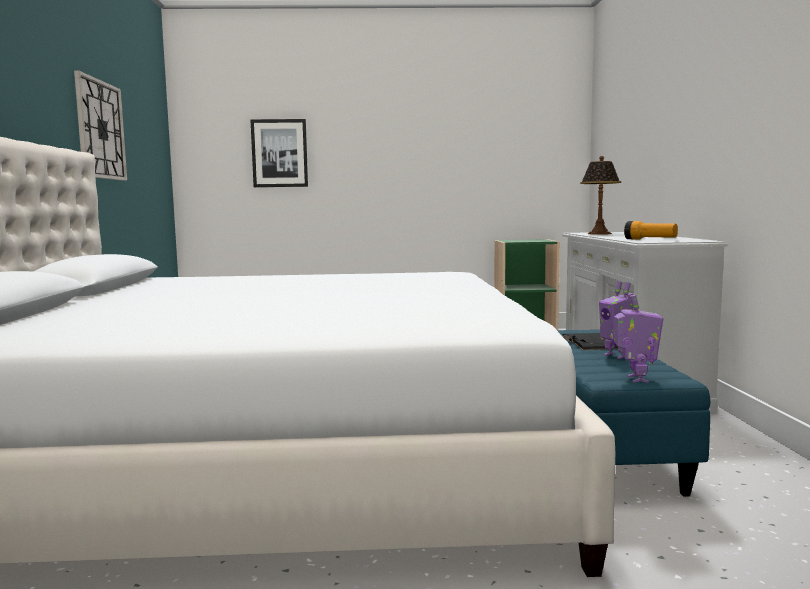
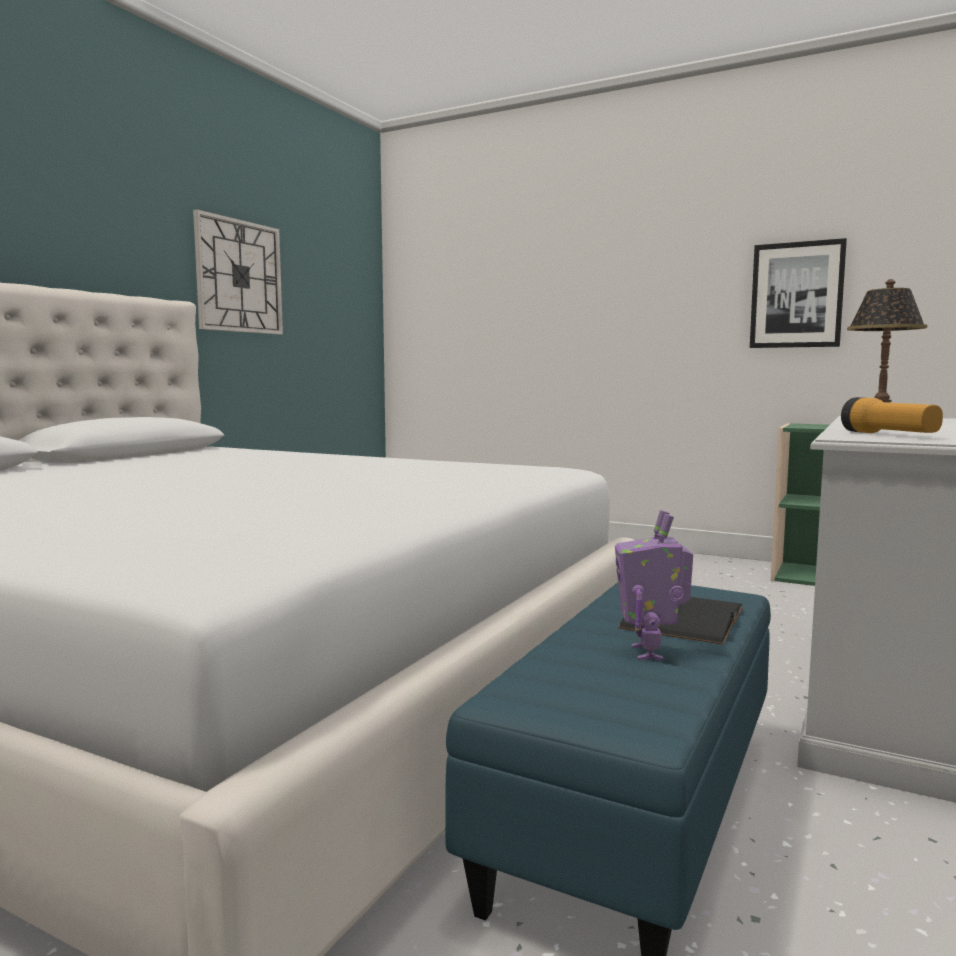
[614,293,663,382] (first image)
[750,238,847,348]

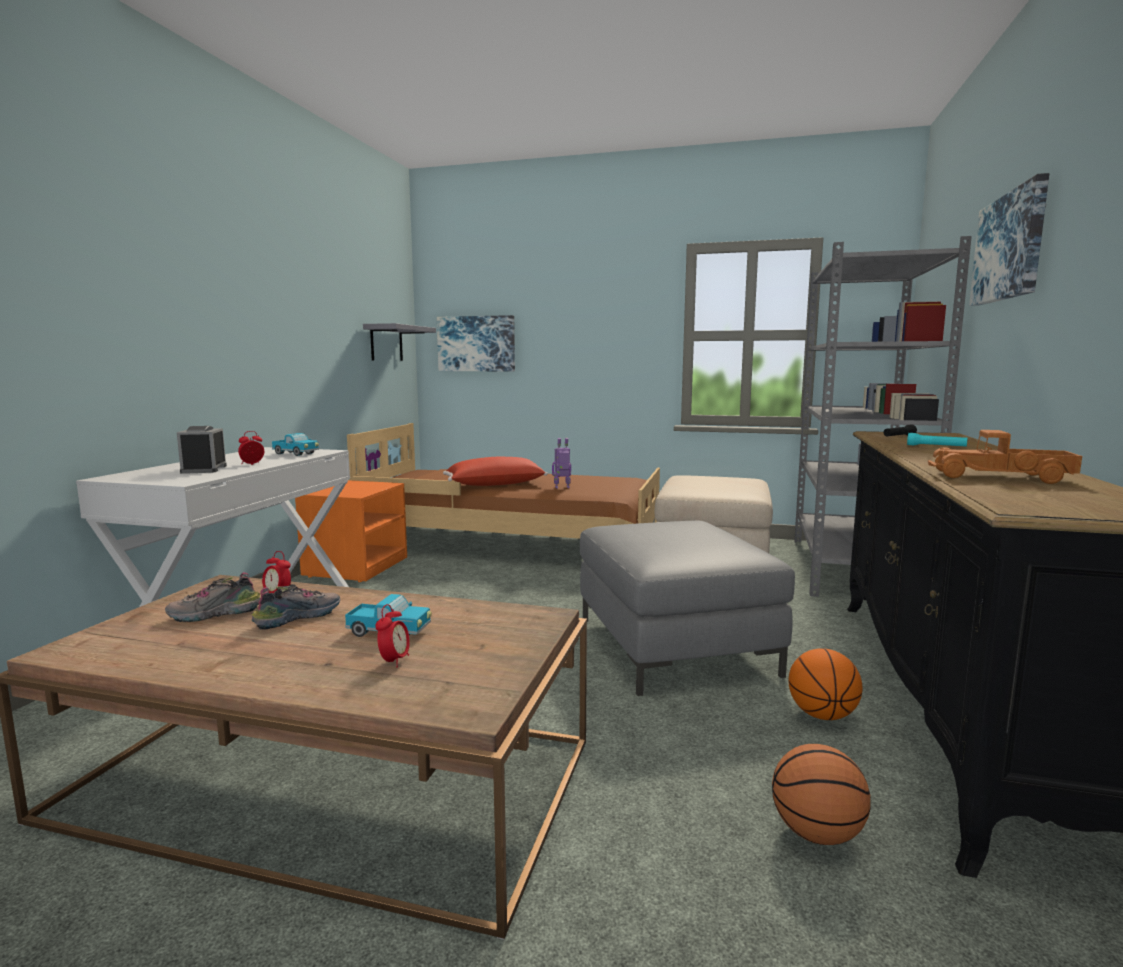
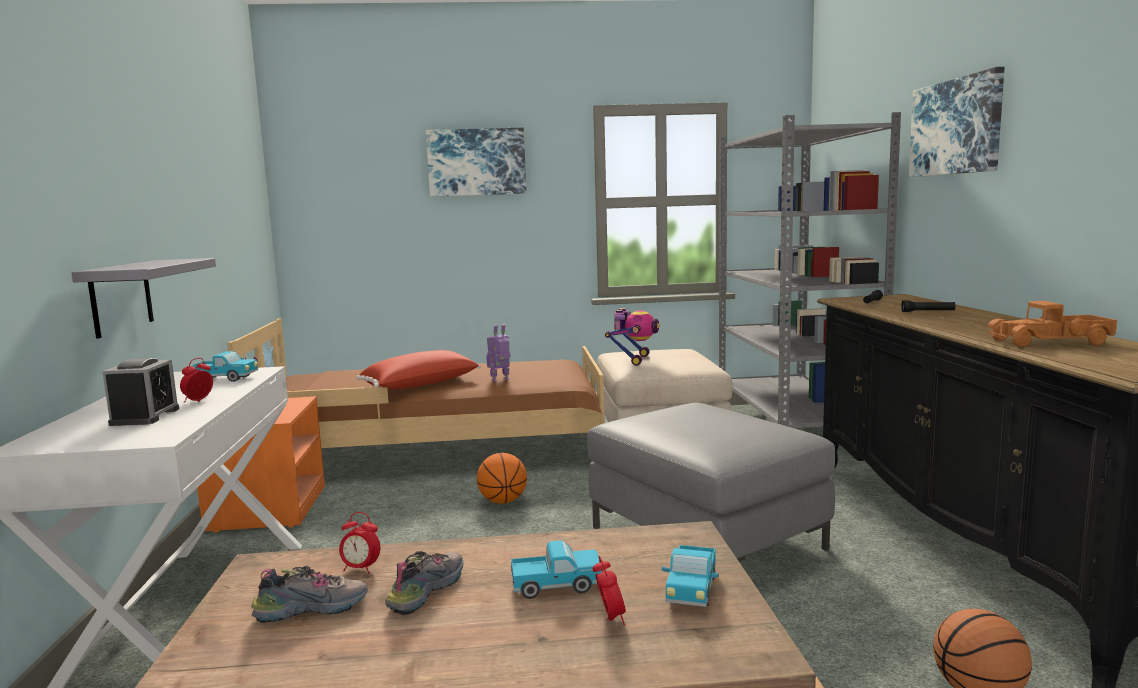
[605,308,660,366]
[662,545,719,607]
[72,258,216,339]
[426,128,526,197]
[477,453,527,504]
[901,300,955,312]
[251,566,368,623]
[102,358,179,426]

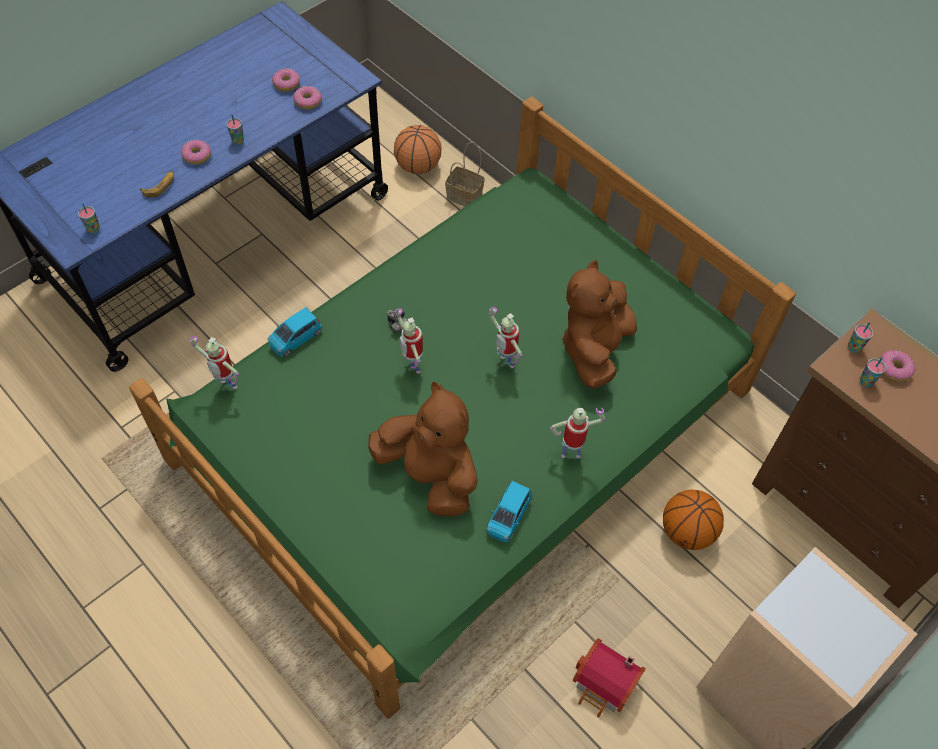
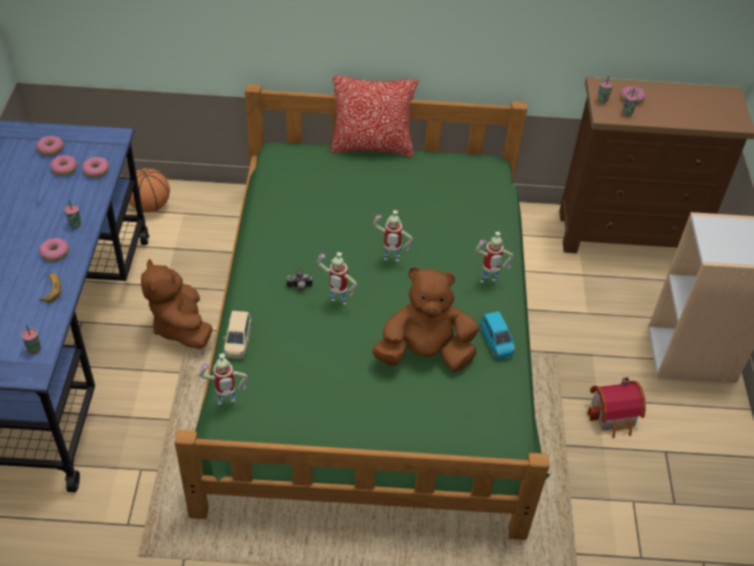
[445,142,485,207] (first image)
[663,490,724,550] (first image)
[36,136,63,156]
[331,76,418,157]
[141,259,212,349]
[223,311,252,359]
[475,232,514,283]

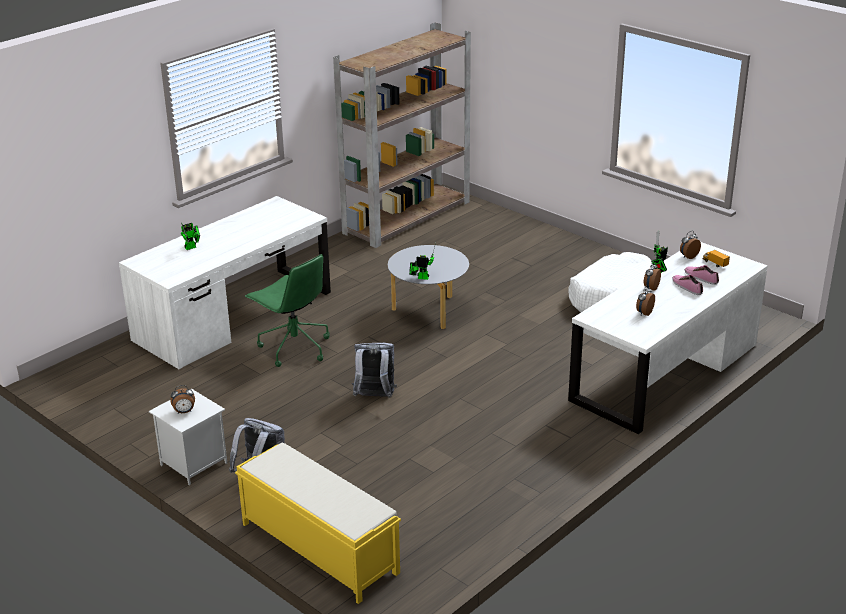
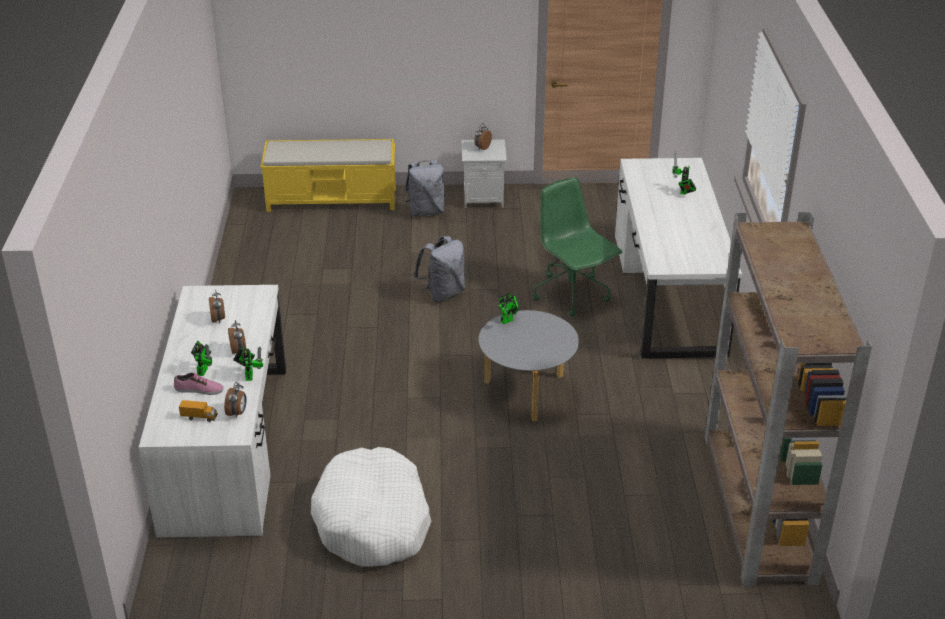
[191,341,212,376]
[533,178,622,316]

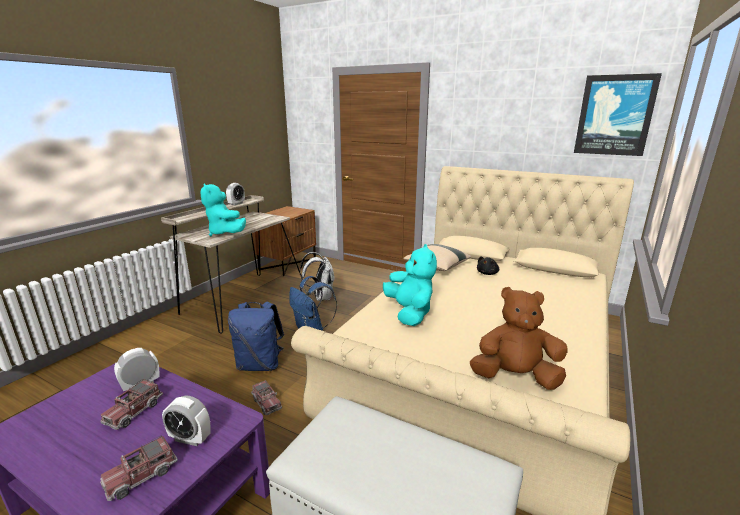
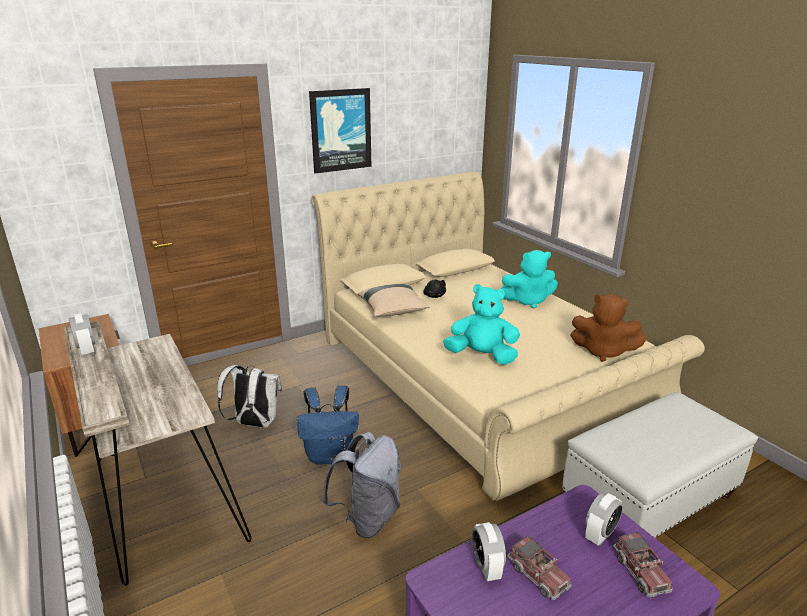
[251,380,282,415] (first image)
[501,250,558,308]
[309,88,372,174]
[322,432,401,538]
[570,294,647,362]

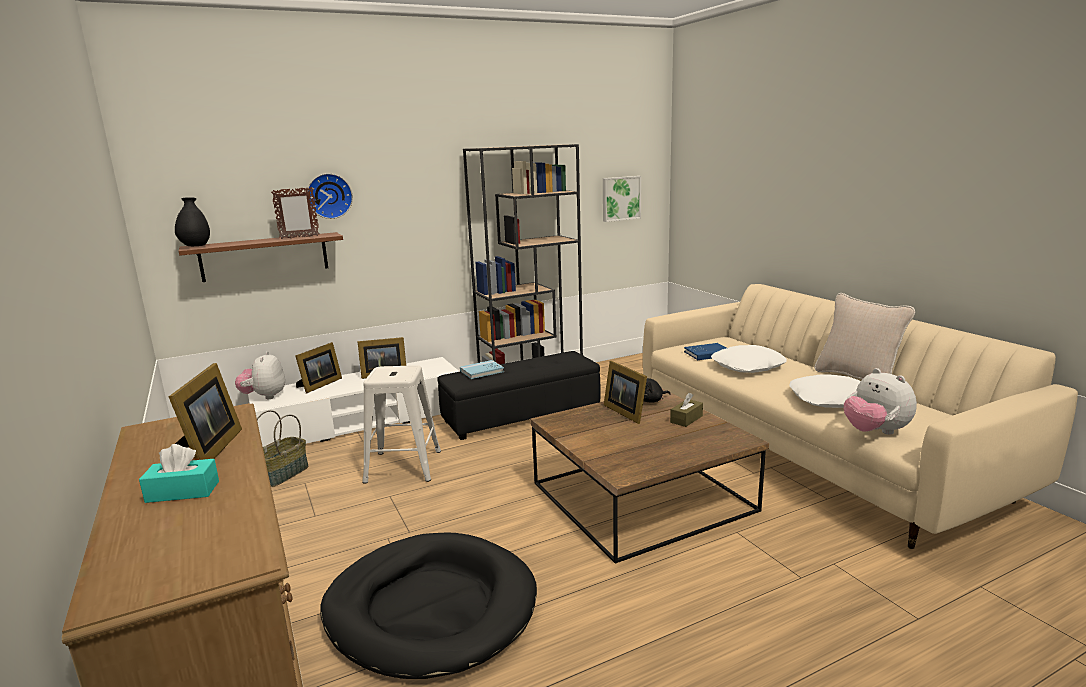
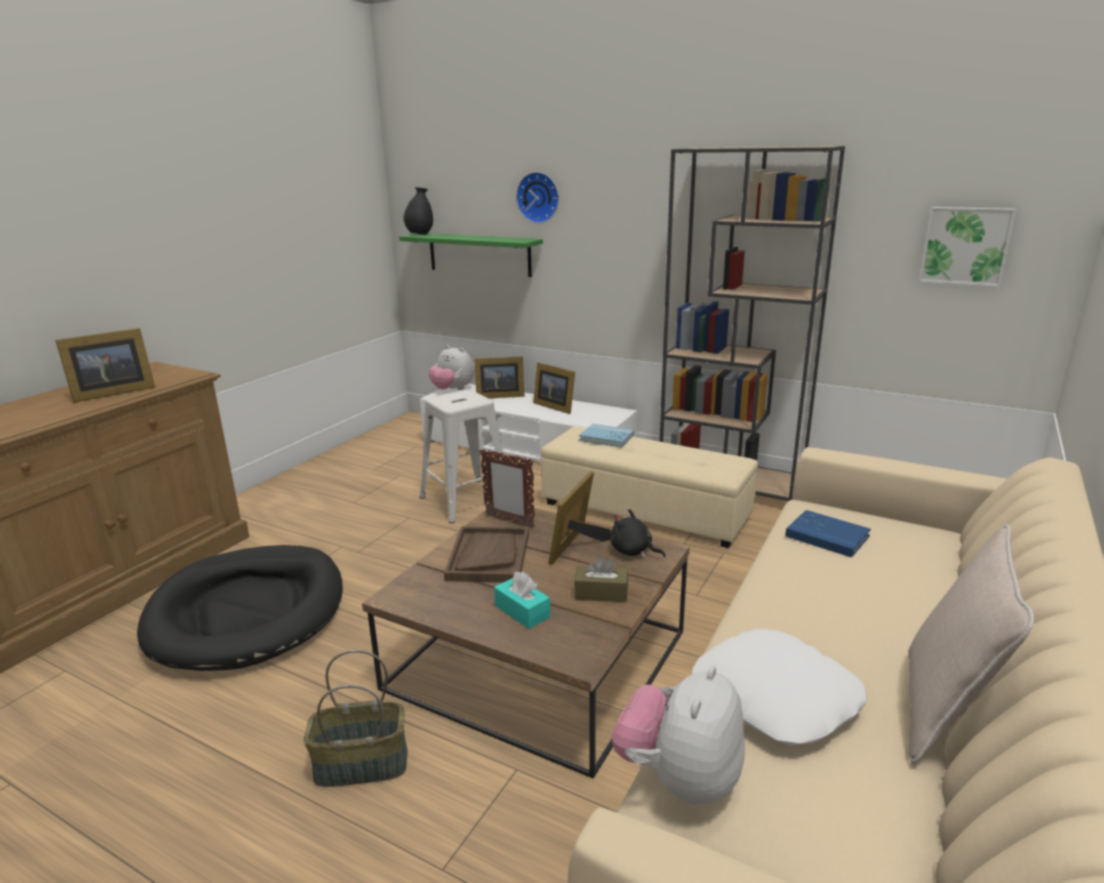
[711,345,787,373] (first image)
[444,526,529,582]
[494,572,550,629]
[304,650,407,787]
[480,449,535,529]
[399,233,543,277]
[541,426,758,548]
[429,345,474,390]

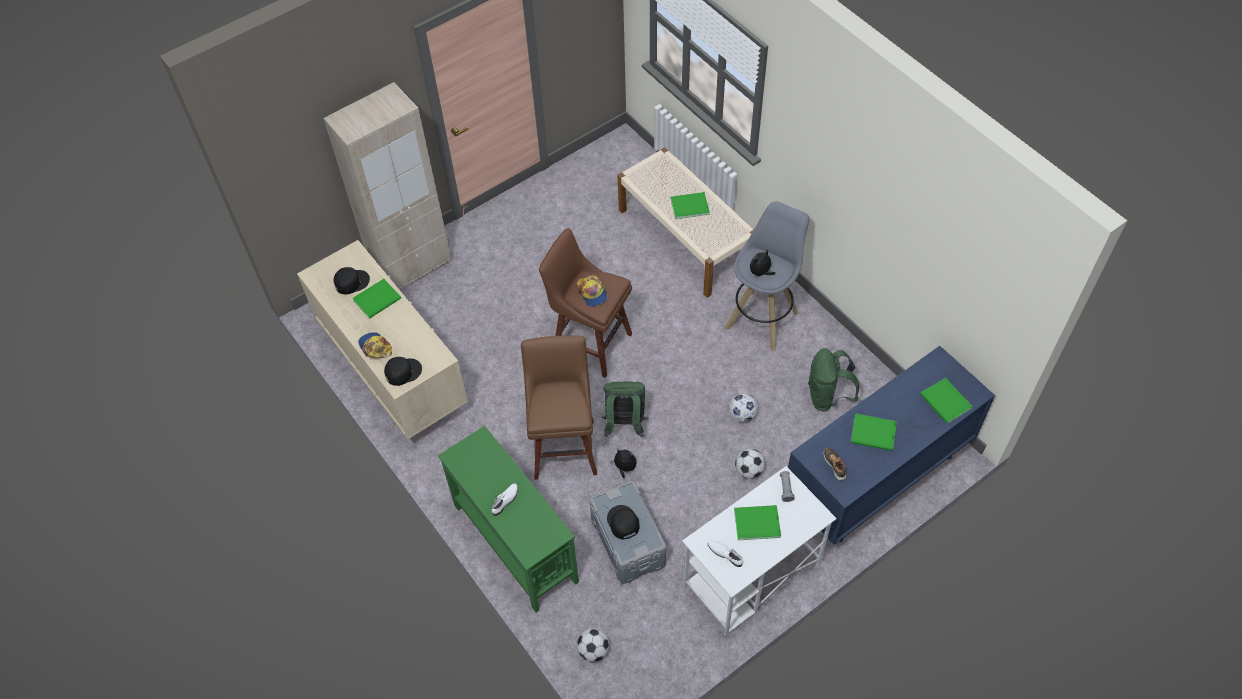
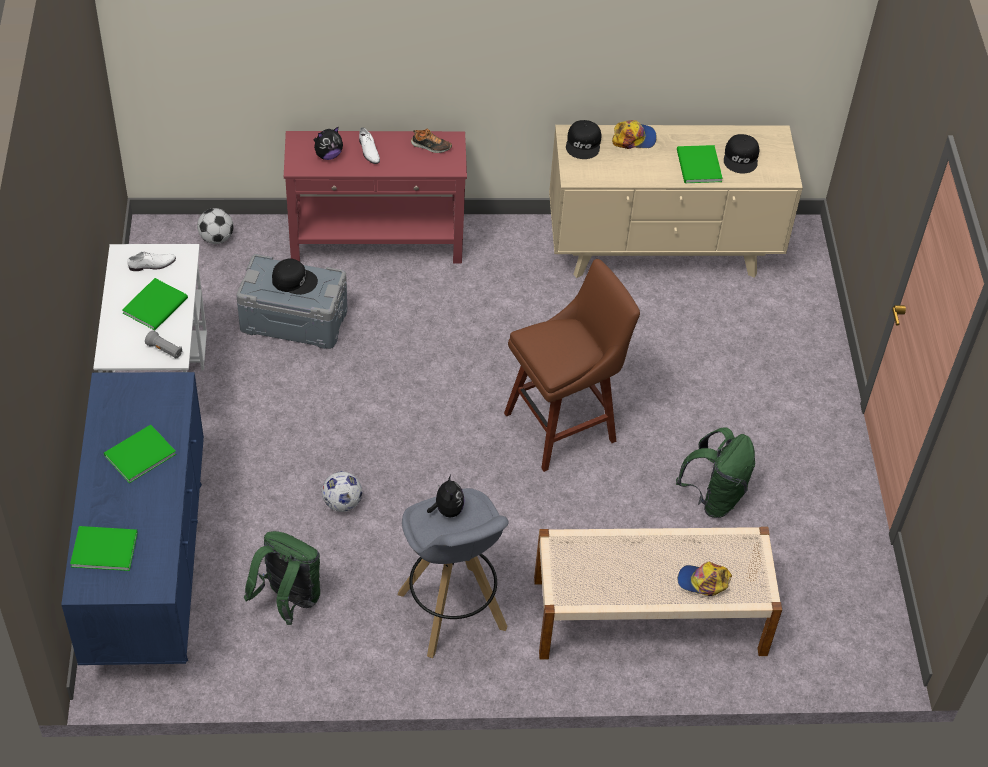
[324,82,452,290] (first image)
[521,335,597,480] (first image)
[670,192,710,219] (first image)
[735,449,765,479] (first image)
[678,562,732,596]
[676,427,755,518]
[313,127,343,160]
[411,128,452,153]
[284,131,467,264]

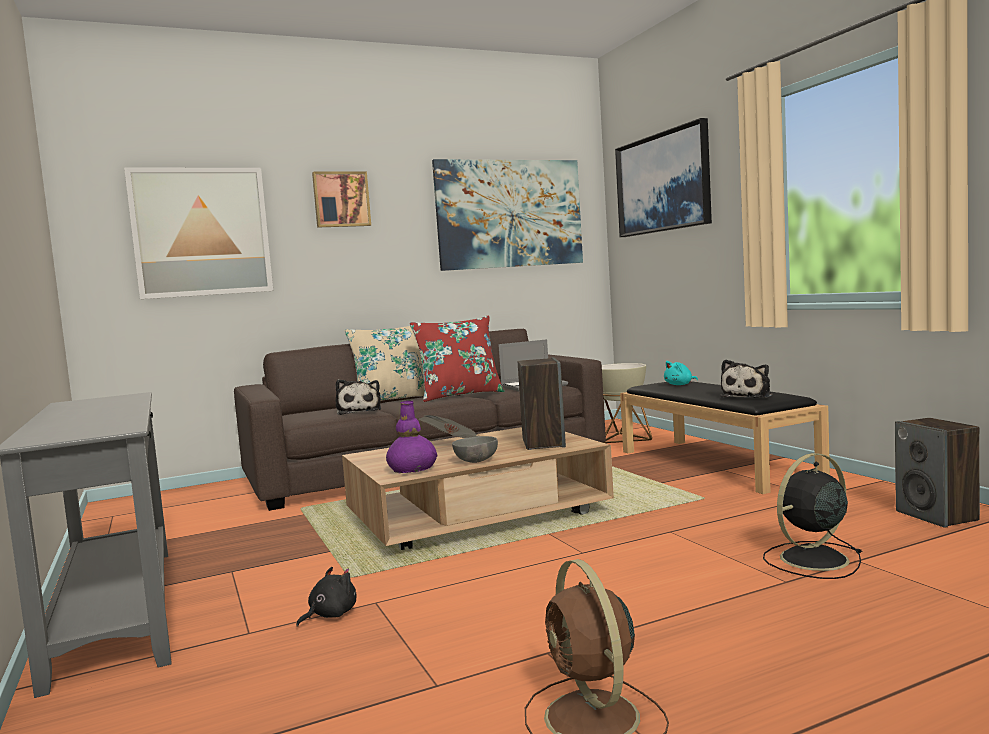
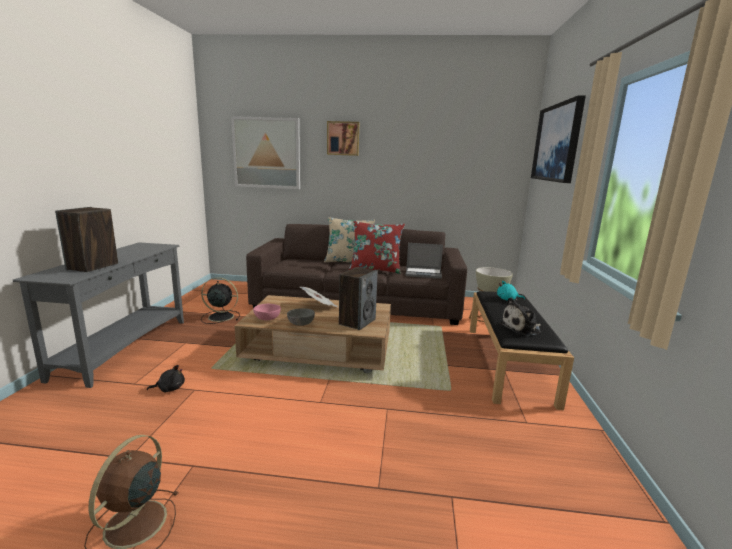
[335,379,381,415] (first image)
[432,159,583,271] (first image)
[201,277,240,324]
[55,207,118,272]
[253,304,281,320]

